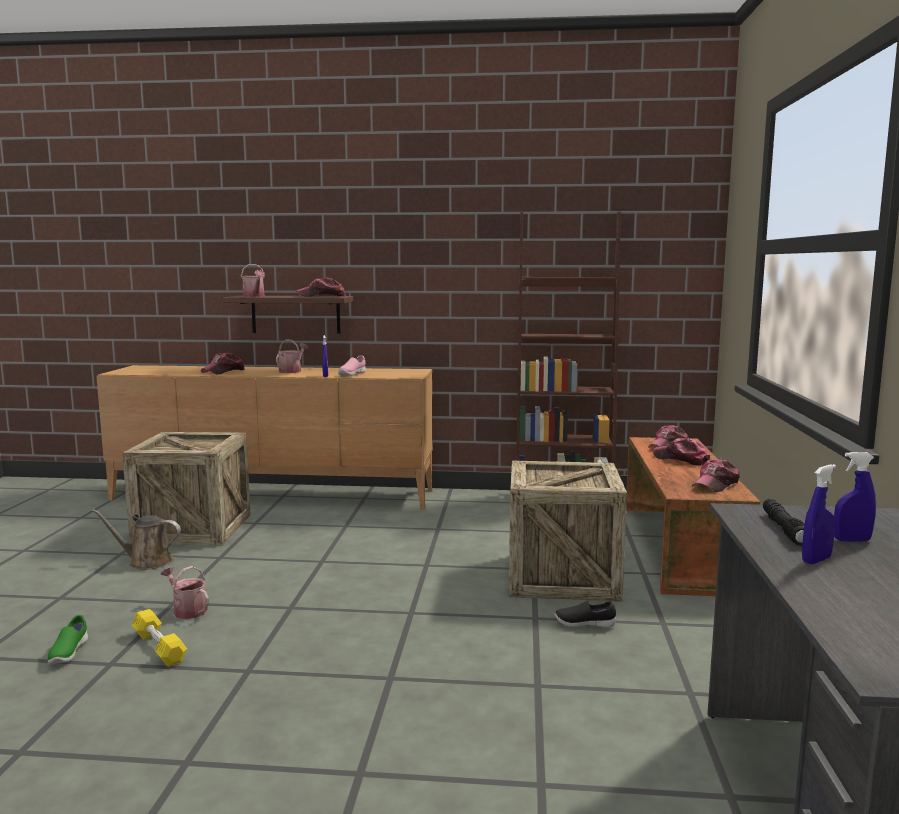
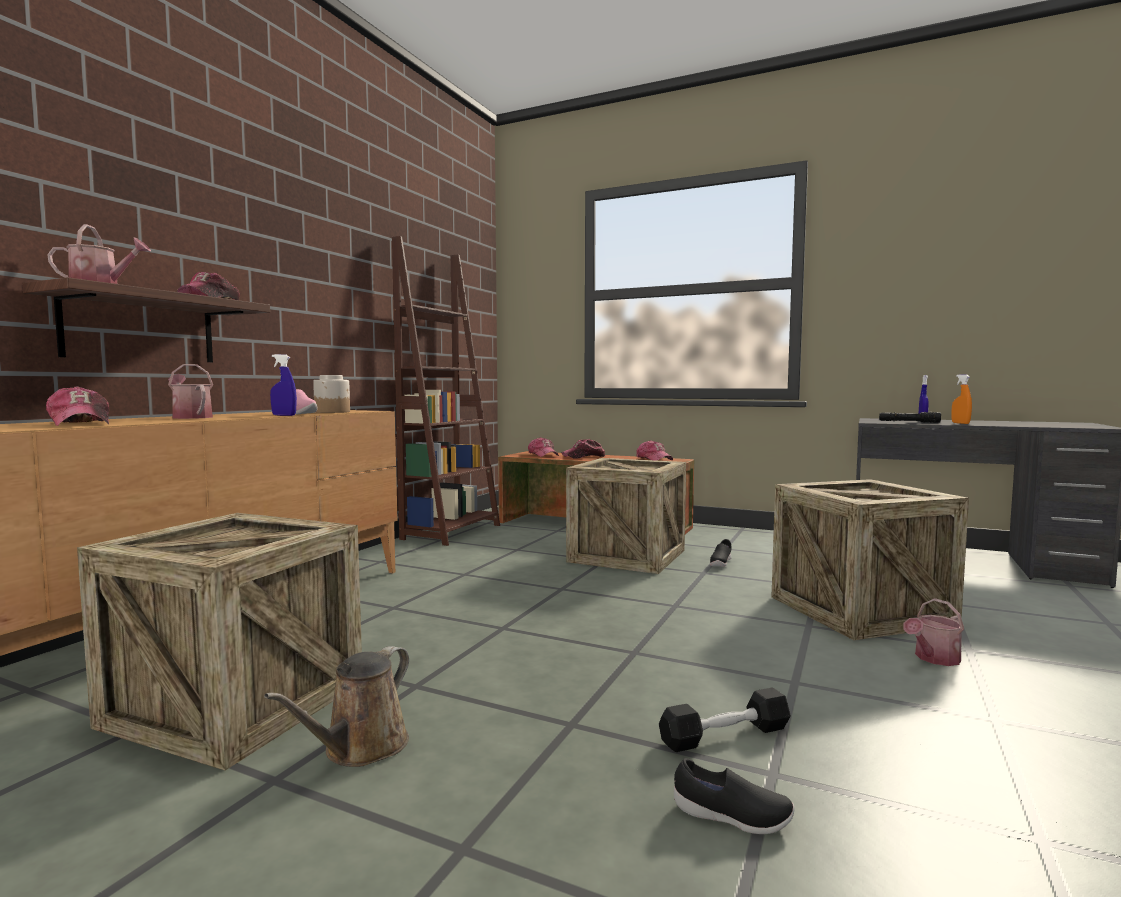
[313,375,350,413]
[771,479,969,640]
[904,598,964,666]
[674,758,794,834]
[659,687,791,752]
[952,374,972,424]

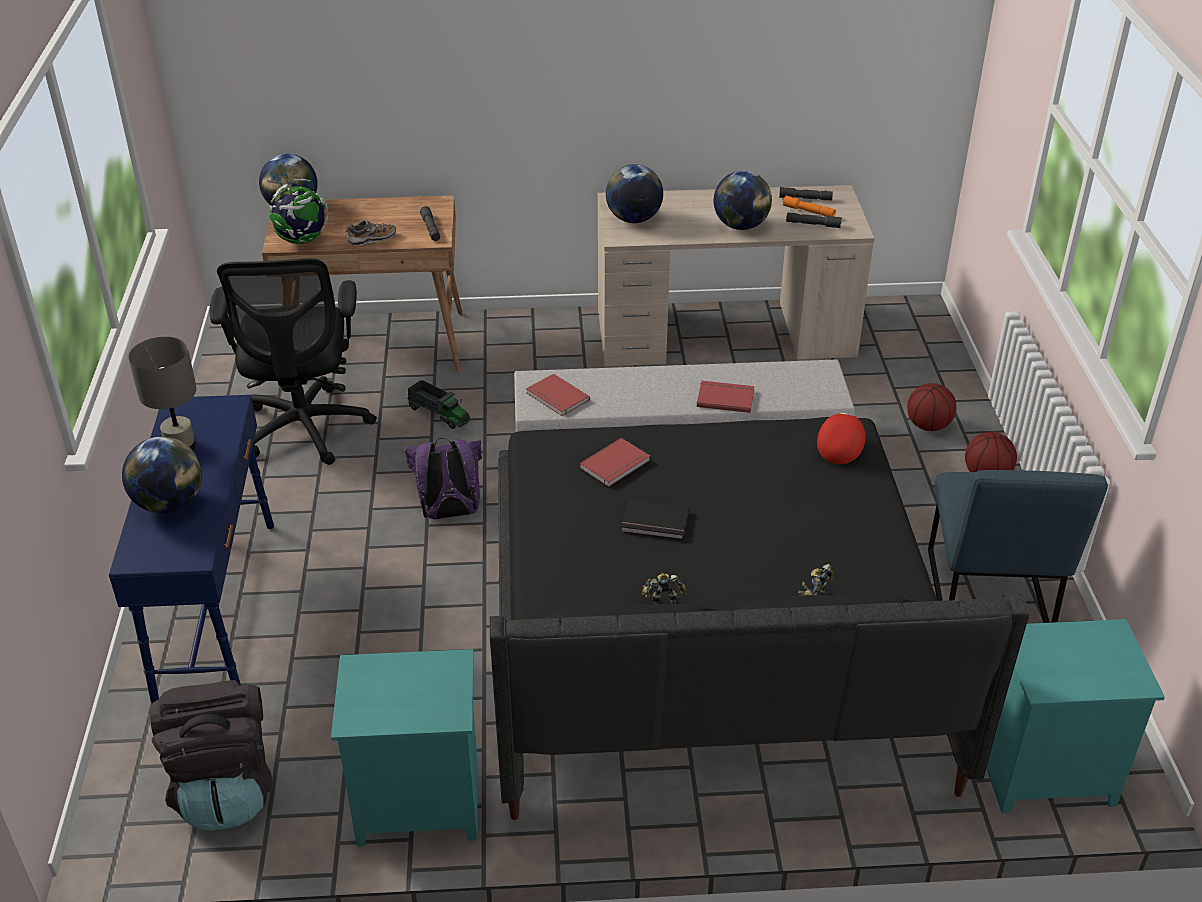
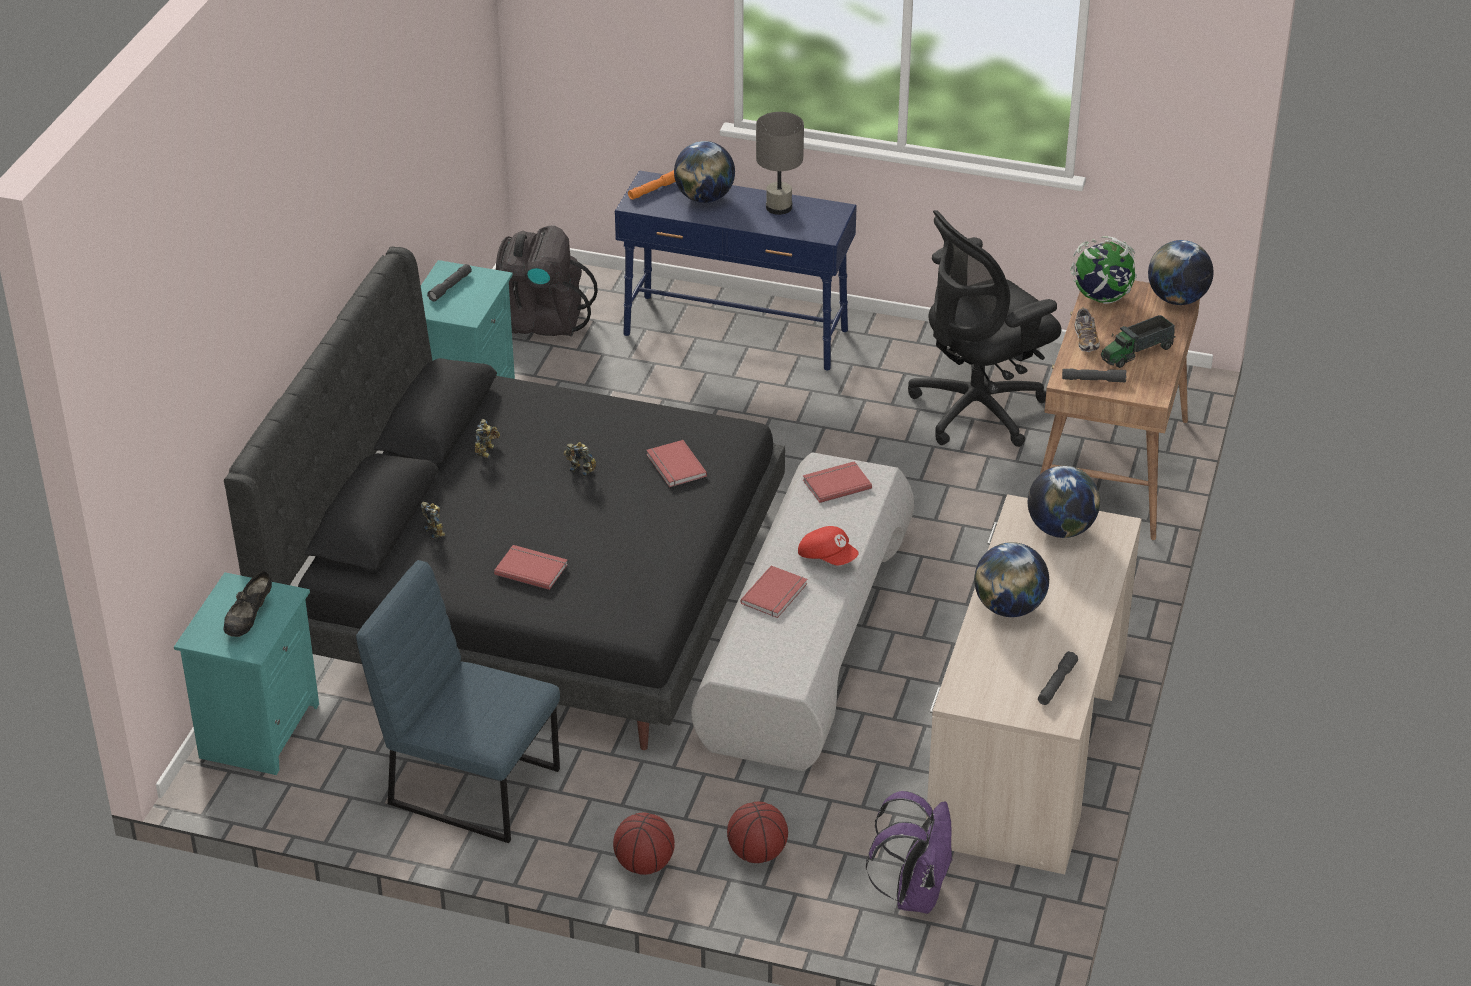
[223,571,272,637]
[494,545,568,590]
[866,791,953,914]
[1101,315,1175,368]
[628,170,676,200]
[427,264,472,302]
[798,526,859,565]
[564,442,596,477]
[908,210,1062,447]

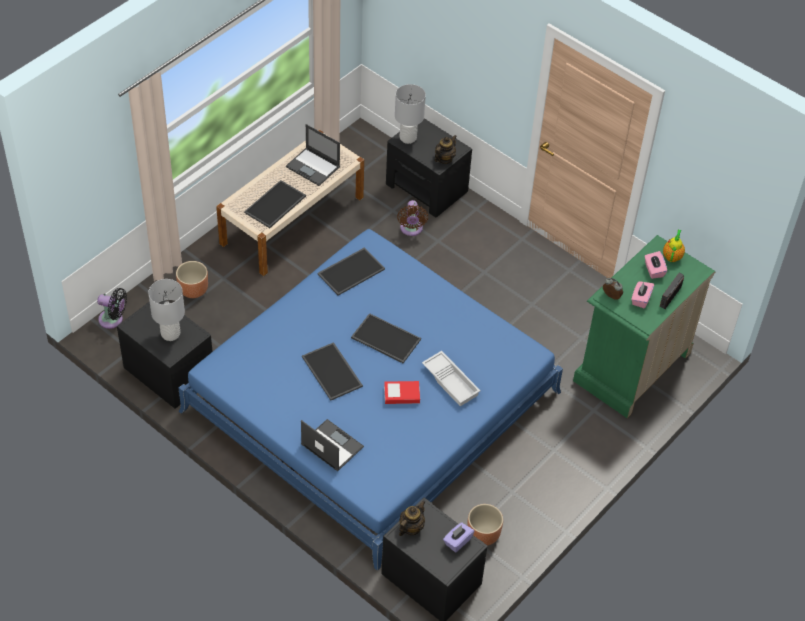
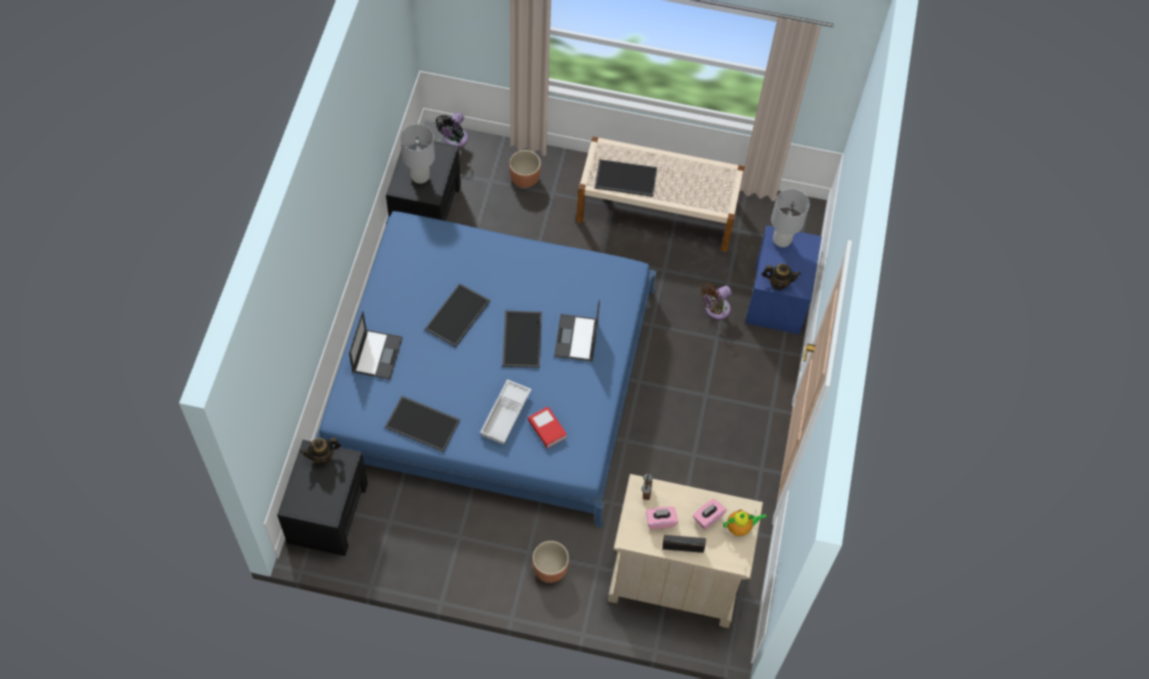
[443,523,475,552] (first image)
[554,300,600,362]
[385,396,460,452]
[528,407,567,448]
[532,541,569,583]
[745,225,822,334]
[607,474,763,628]
[436,112,468,147]
[300,437,341,465]

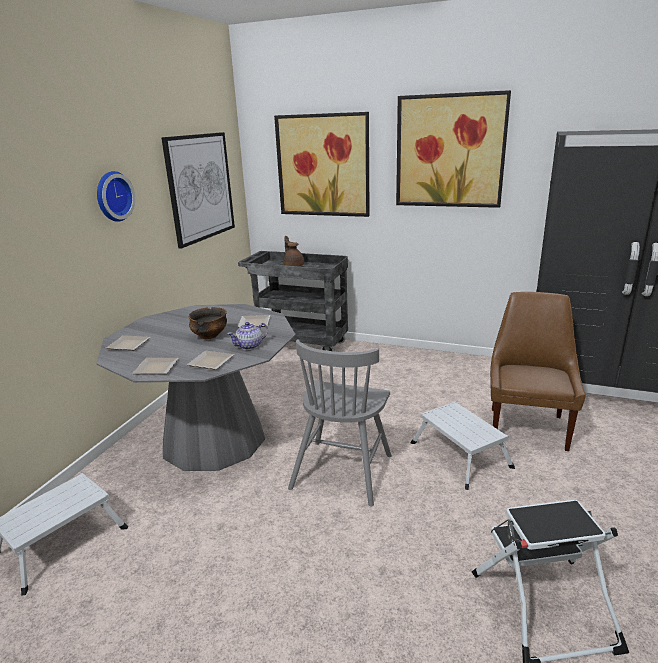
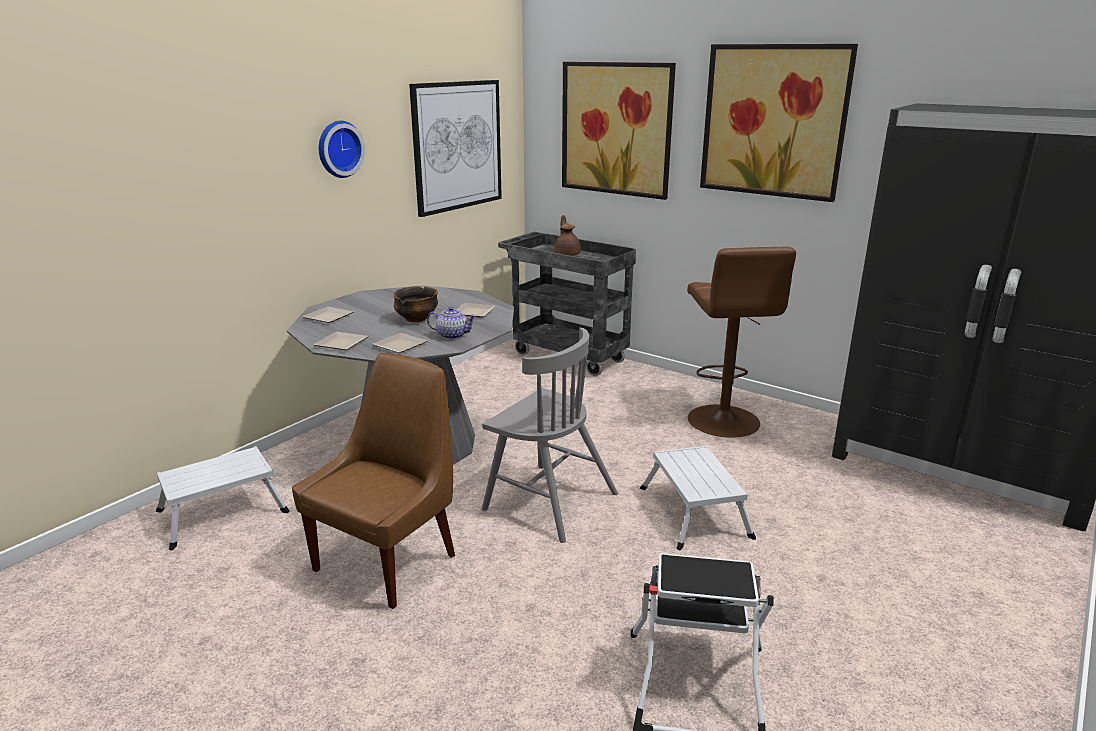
[687,247,796,438]
[292,353,455,609]
[427,307,476,339]
[482,327,618,543]

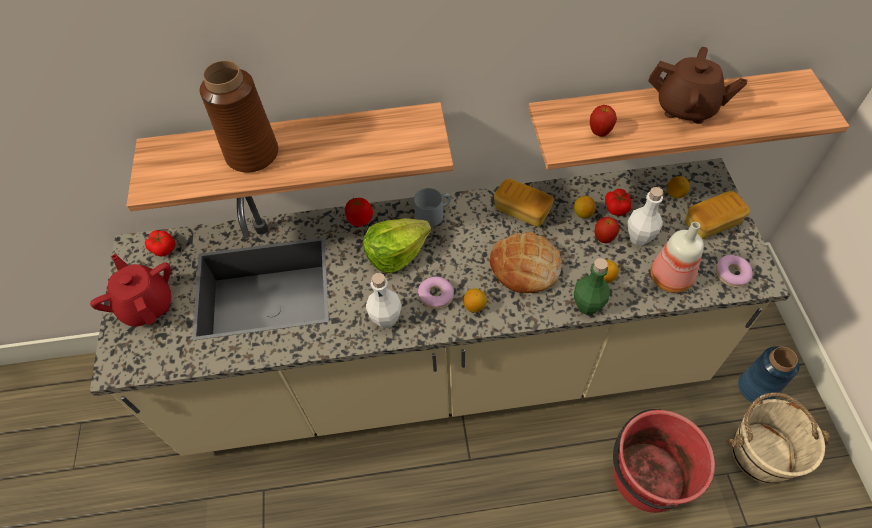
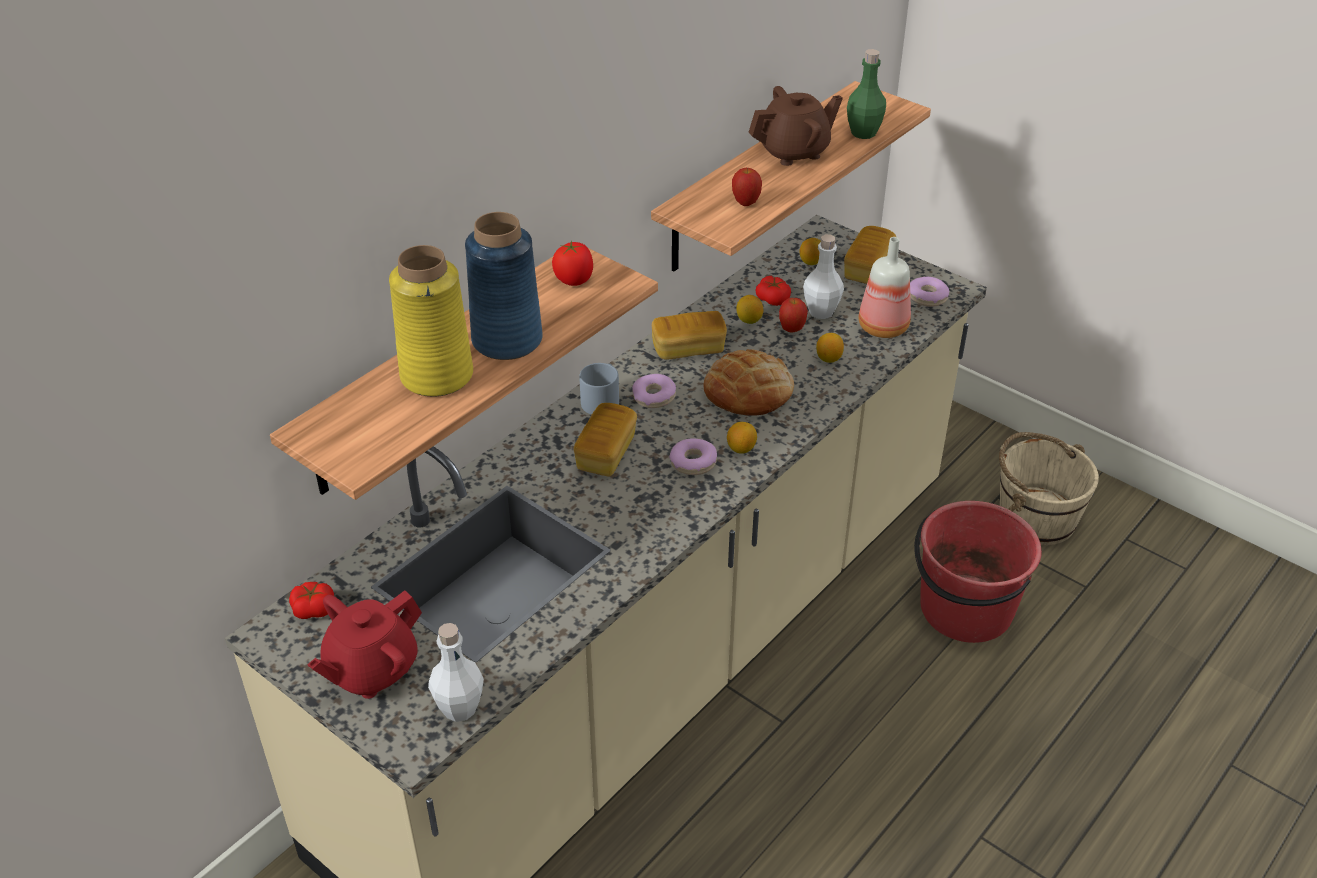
[632,374,676,408]
[552,240,593,286]
[428,623,484,722]
[847,49,886,139]
[465,212,543,360]
[574,403,637,476]
[389,245,473,397]
[307,590,422,699]

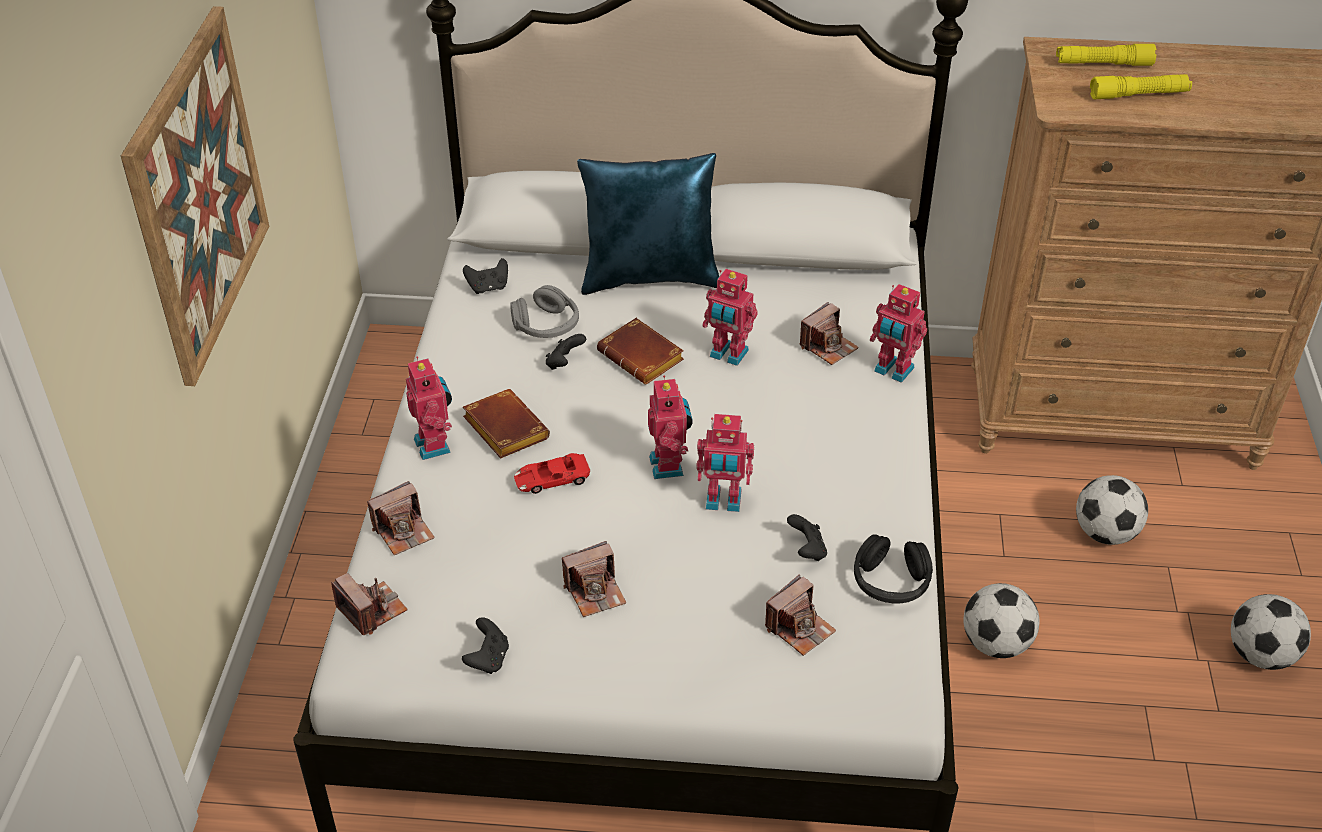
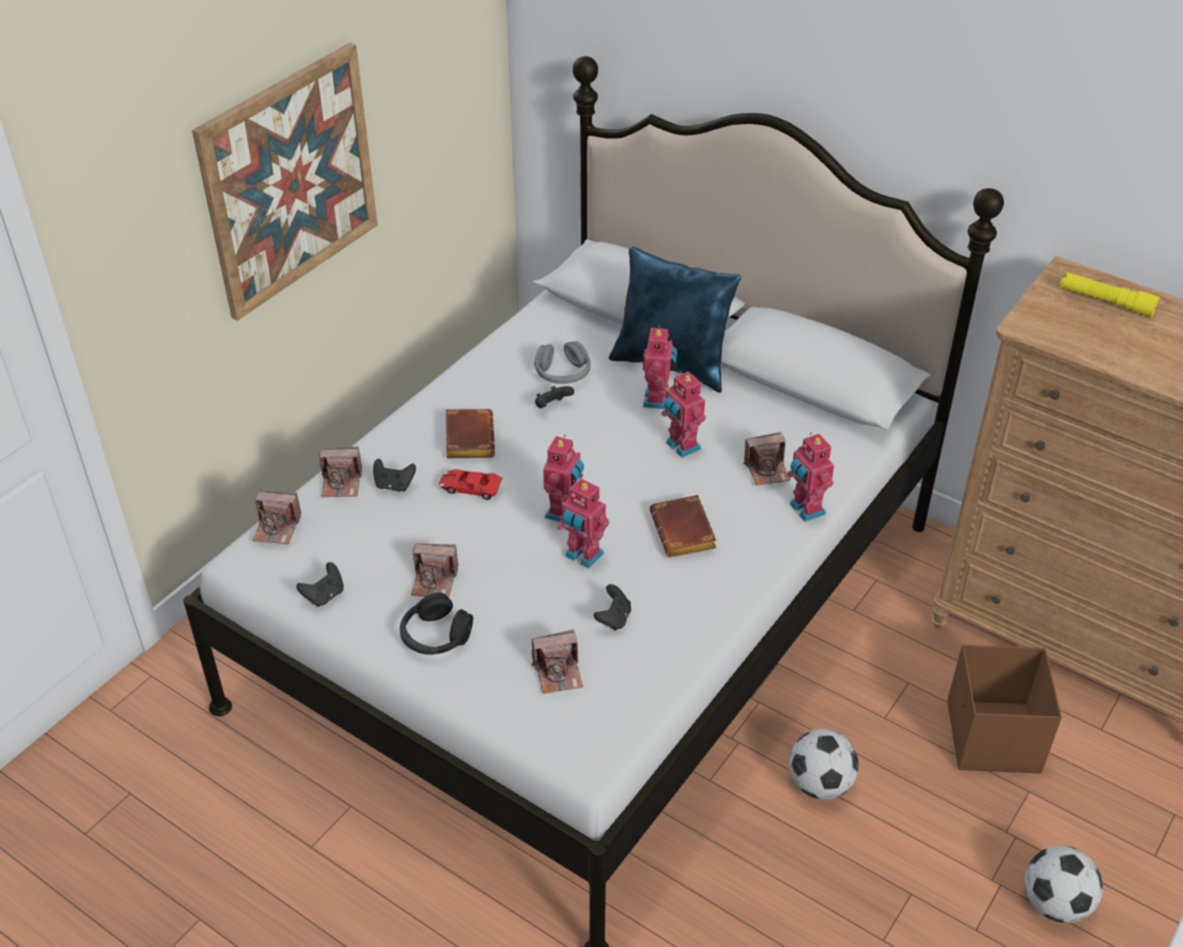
[1090,74,1192,99] (first image)
[643,325,677,409]
[373,459,416,492]
[650,495,716,558]
[400,593,473,655]
[947,644,1062,774]
[252,491,302,544]

